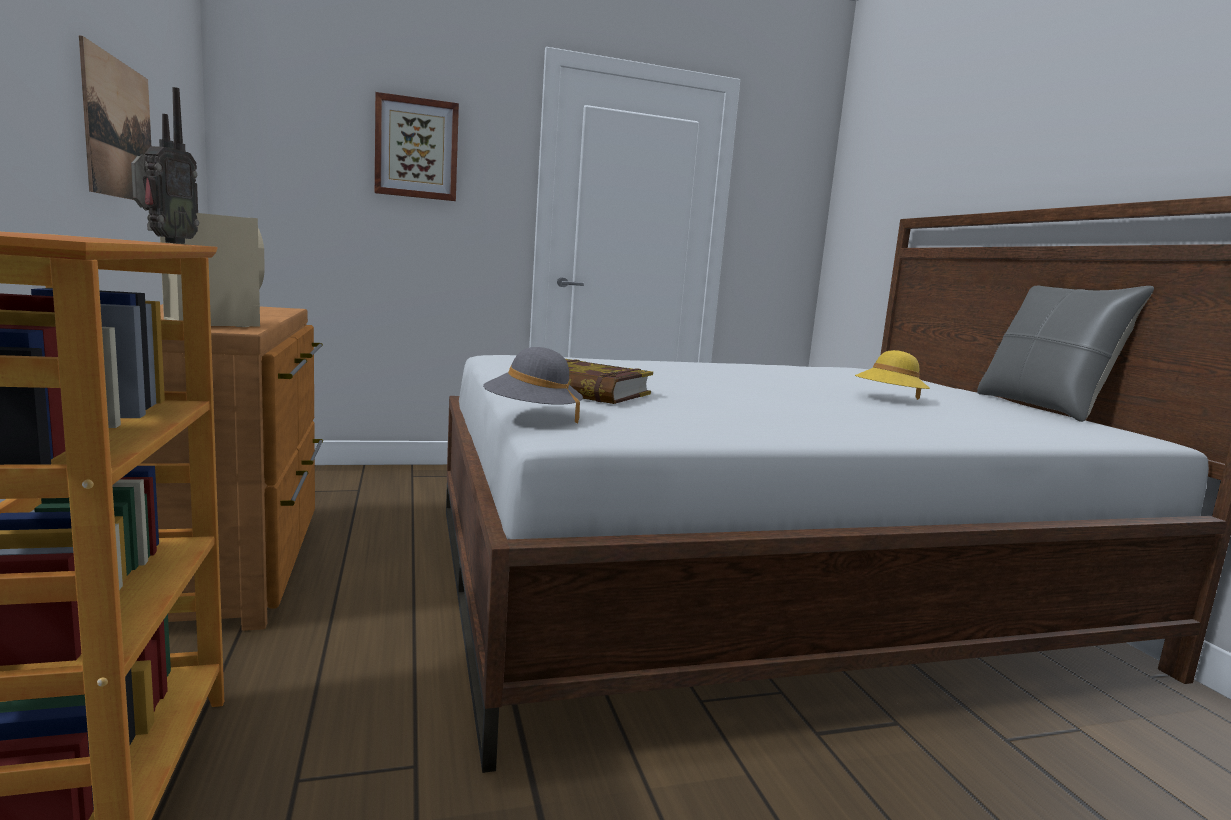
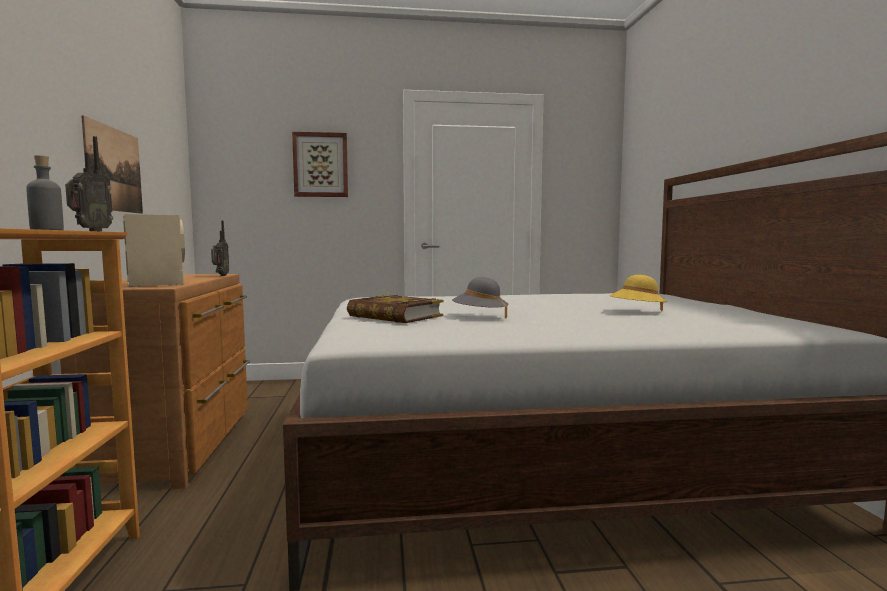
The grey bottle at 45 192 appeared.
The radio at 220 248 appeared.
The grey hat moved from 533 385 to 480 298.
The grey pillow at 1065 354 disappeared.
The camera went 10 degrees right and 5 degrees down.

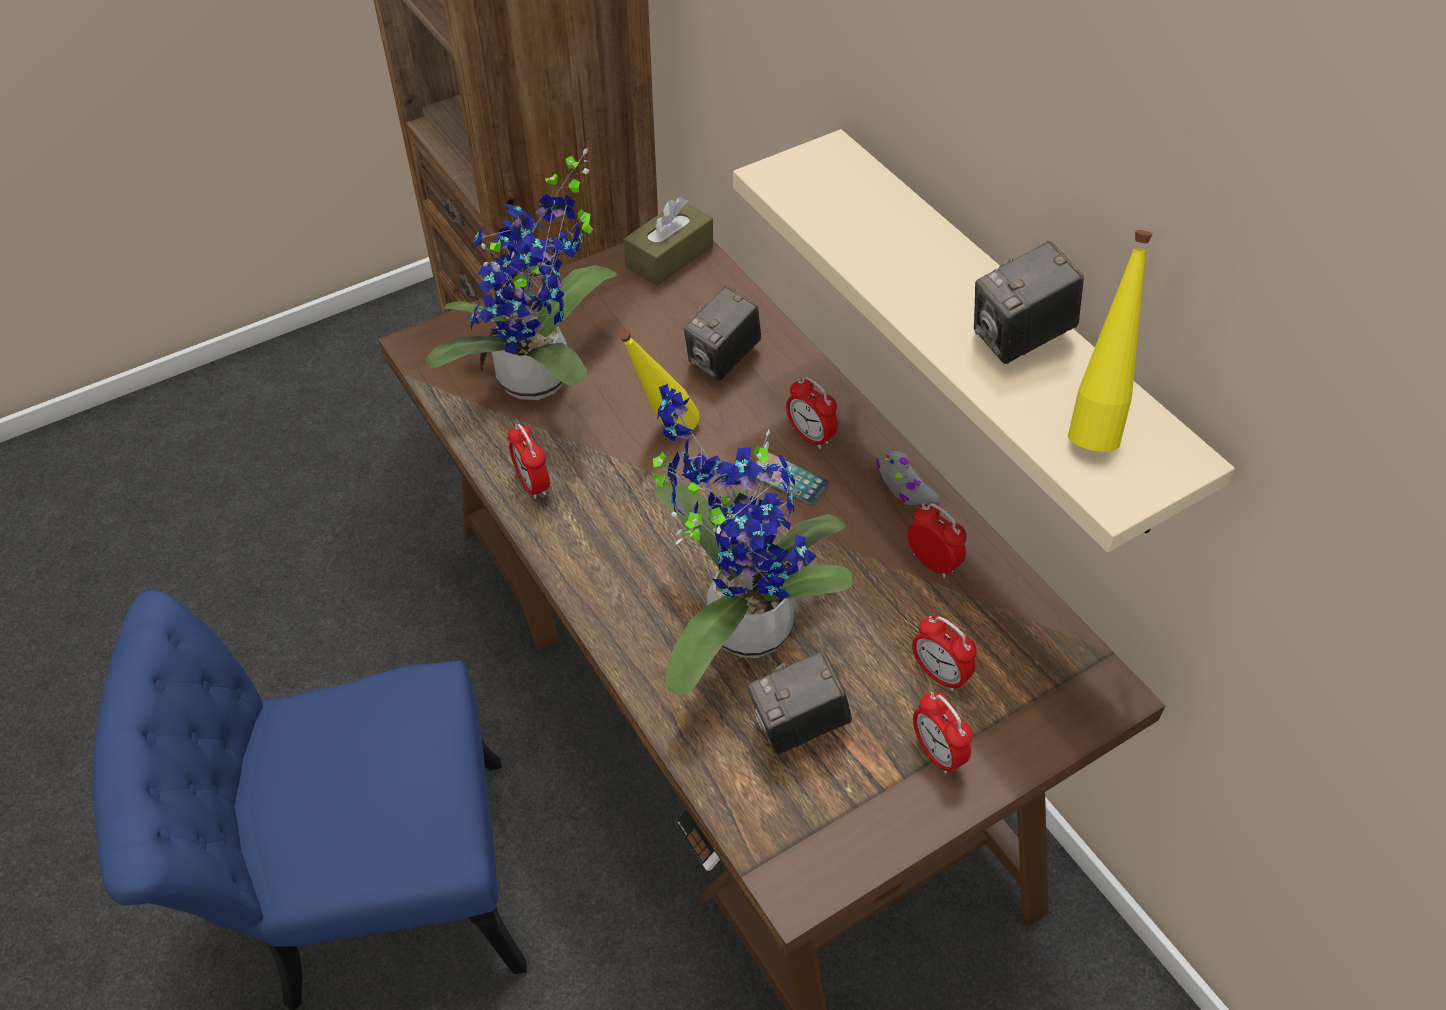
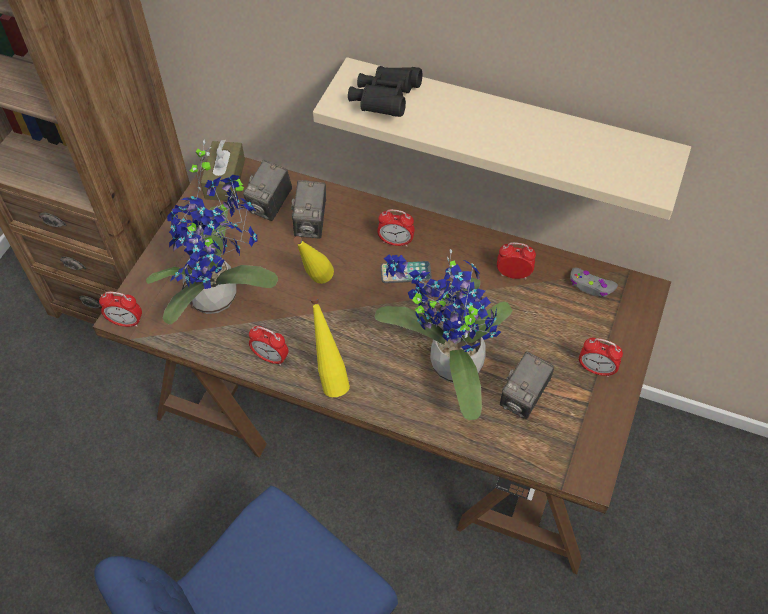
The alarm clock moved from 944 653 to 120 309.
The photo camera moved from 1029 302 to 267 190.
The yellow bottle moved from 1110 341 to 330 346.
The black binoculars at 385 91 appeared.
The grey game controller moved from 908 478 to 594 282.
The camera went 35 degrees left and 5 degrees up.

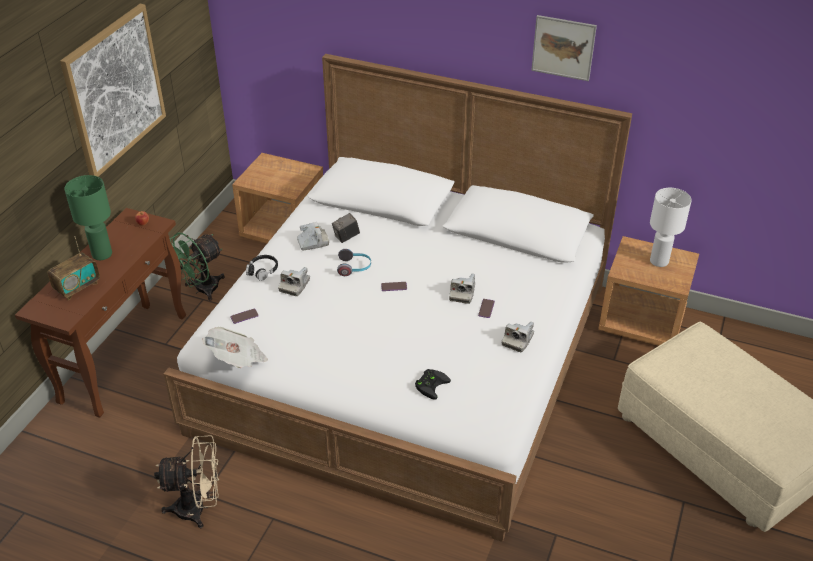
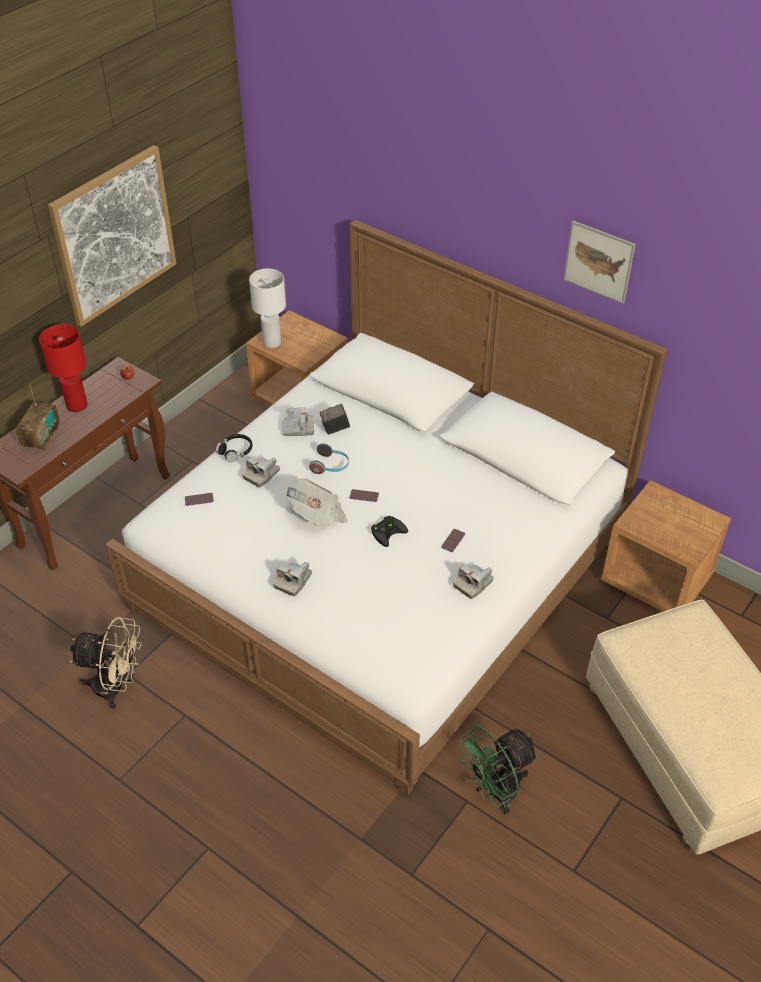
The radio at 74 268 turned 45 degrees counterclockwise.
The green table lamp at 88 217 became the red table lamp at 63 368.
The white table lamp moved from 671 227 to 267 308.
The photo camera moved from 462 288 to 292 579.
The newspaper moved from 235 347 to 316 502.
The black game controller moved from 433 384 to 389 531.
The green fan moved from 197 267 to 497 770.
The camera went 15 degrees right and 5 degrees up.

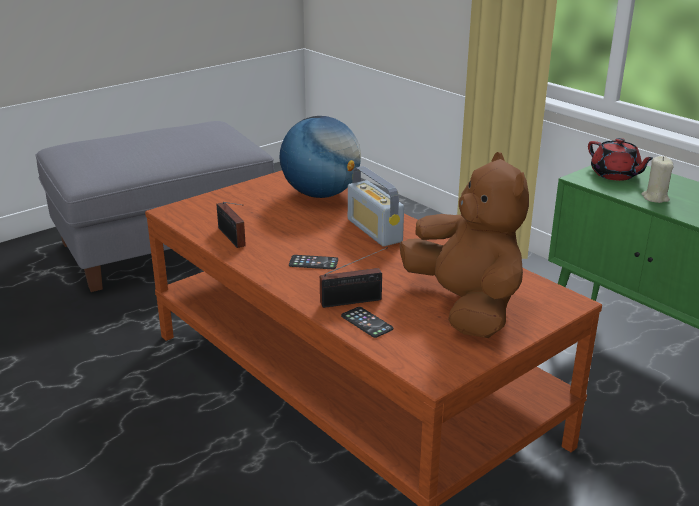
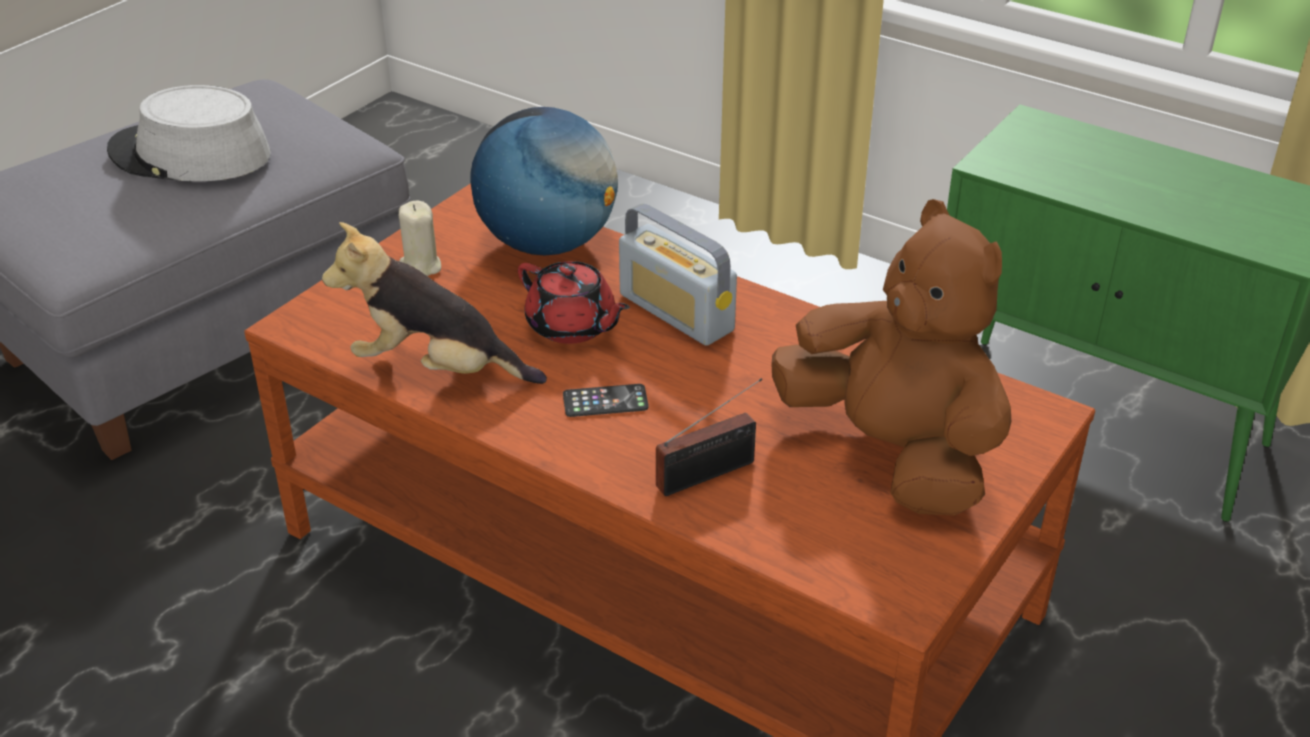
The grey hat at 189 133 appeared.
The radio at 231 225 was replaced by the plush toy at 434 303.
The beige candle moved from 657 179 to 420 238.
The red teapot moved from 620 159 to 574 302.
The phone at 367 322 disappeared.
The camera went 15 degrees left and 10 degrees up.

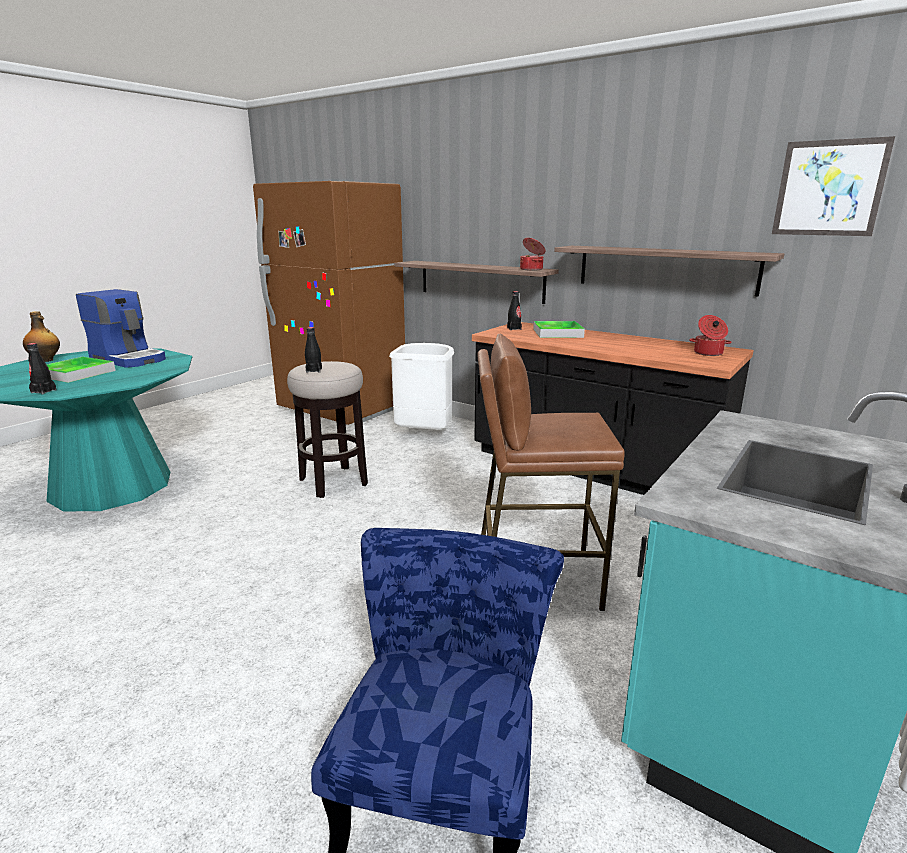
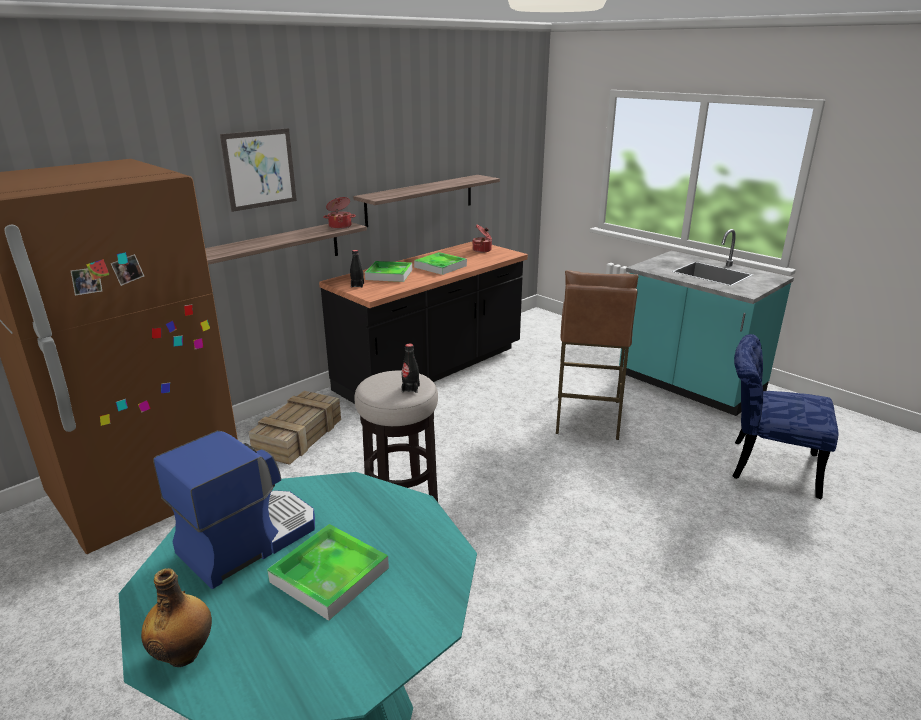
The picture moved from 833 186 to 258 170.
The white trash can at 421 386 was replaced by the crate at 295 428.
The tray at 440 263 appeared.
The black bottle at 41 368 disappeared.
The camera went 80 degrees left and 5 degrees up.

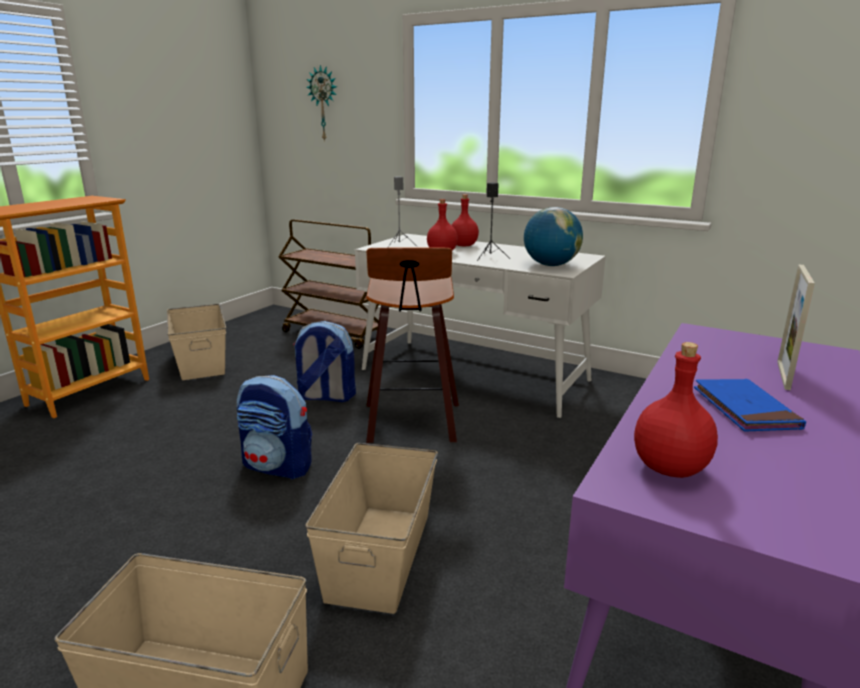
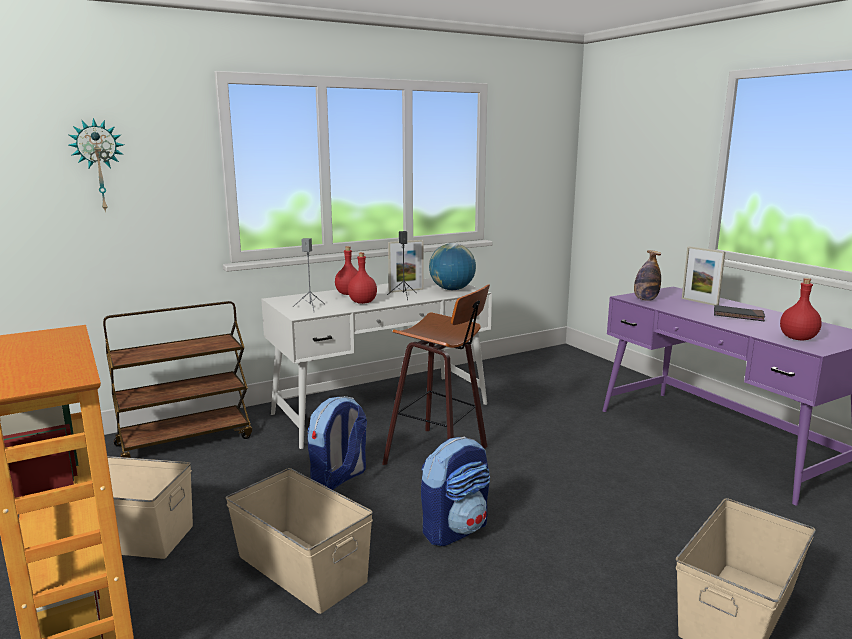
The beige storage box moved from 371 528 to 299 541.
The picture frame at 405 266 appeared.
The bottle at 647 275 appeared.
The blue book at 750 405 became the black book at 739 313.
The camera went 60 degrees left and 5 degrees down.

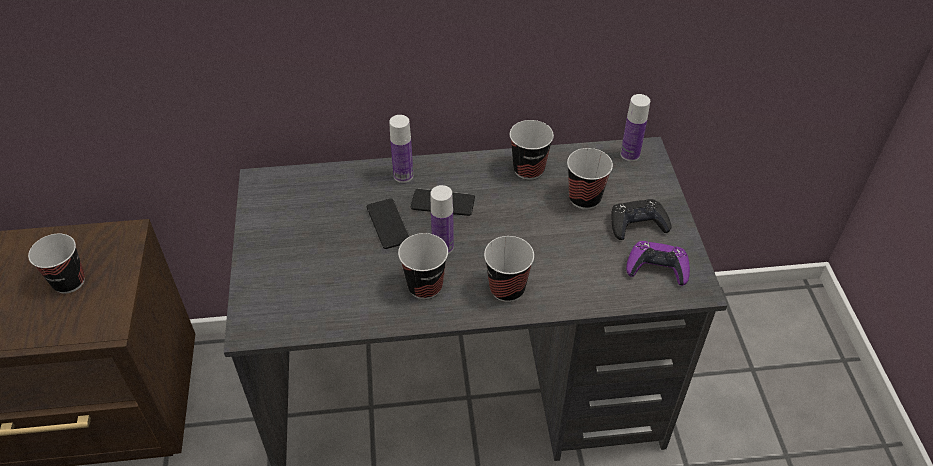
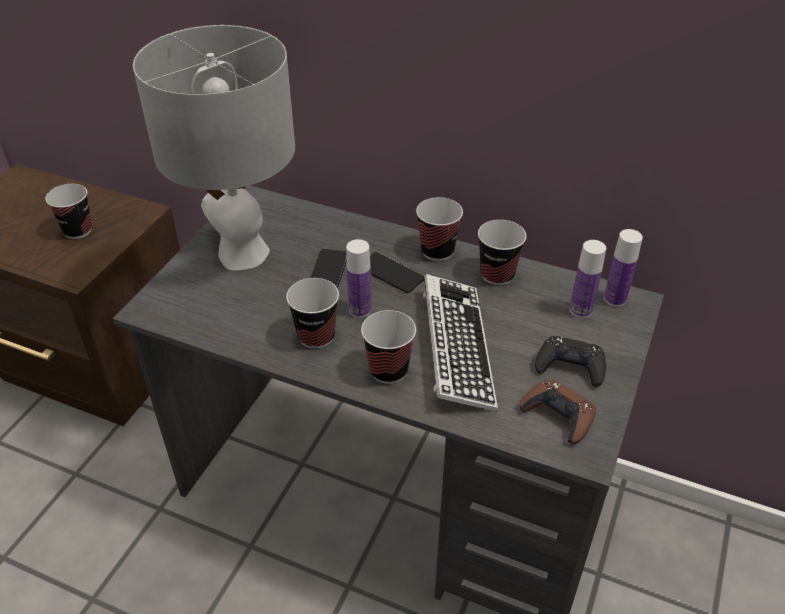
The grey table lamp at 214 148 appeared.
The cup moved from 590 178 to 439 229.
The keyboard at 460 343 appeared.
The purple game controller at 658 263 became the brown game controller at 557 412.
The bottle moved from 401 149 to 588 279.
The camera went 30 degrees right and 5 degrees down.

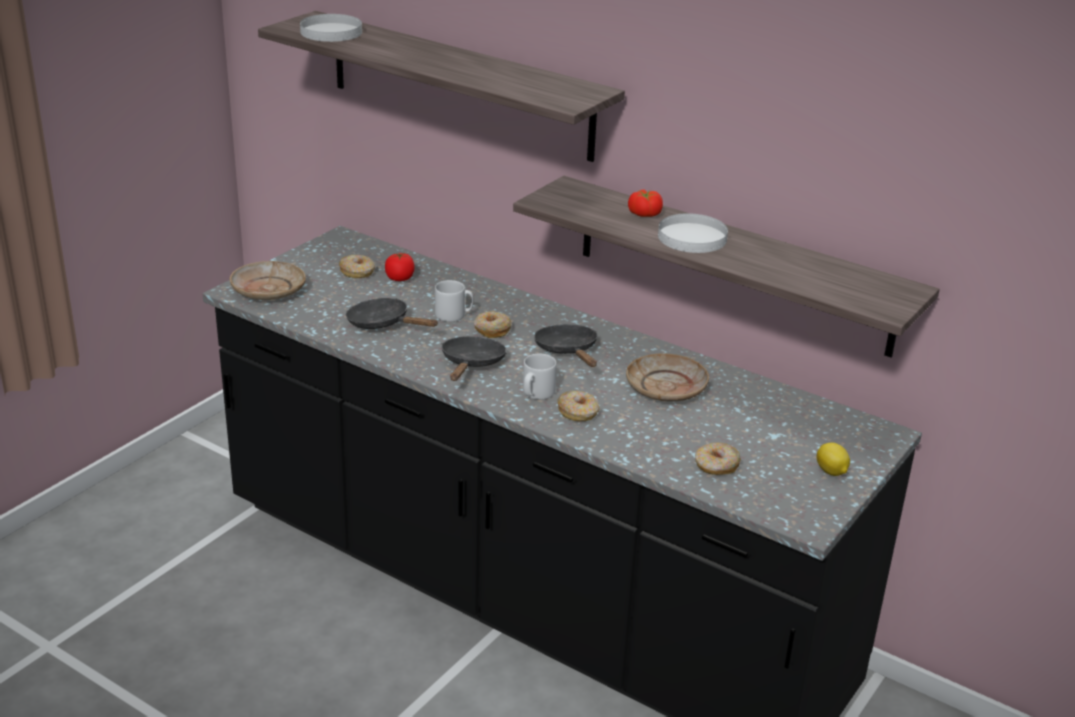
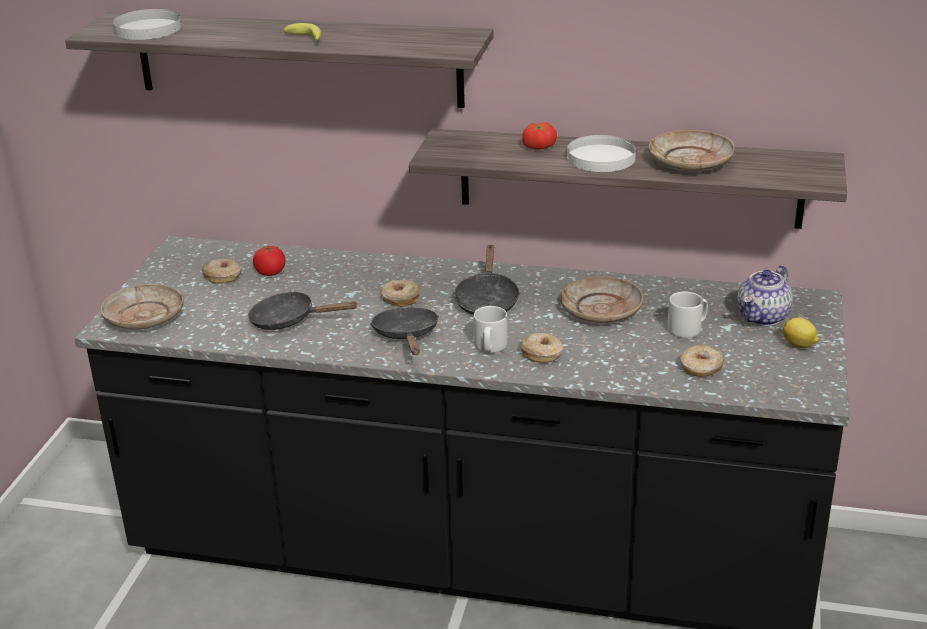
The banana at 302 32 appeared.
The black frying pan at 566 345 turned 135 degrees counterclockwise.
The beige plate at 691 151 appeared.
The grey mug moved from 454 301 to 688 315.
The teapot at 765 295 appeared.
The camera went 20 degrees left and 0 degrees up.

